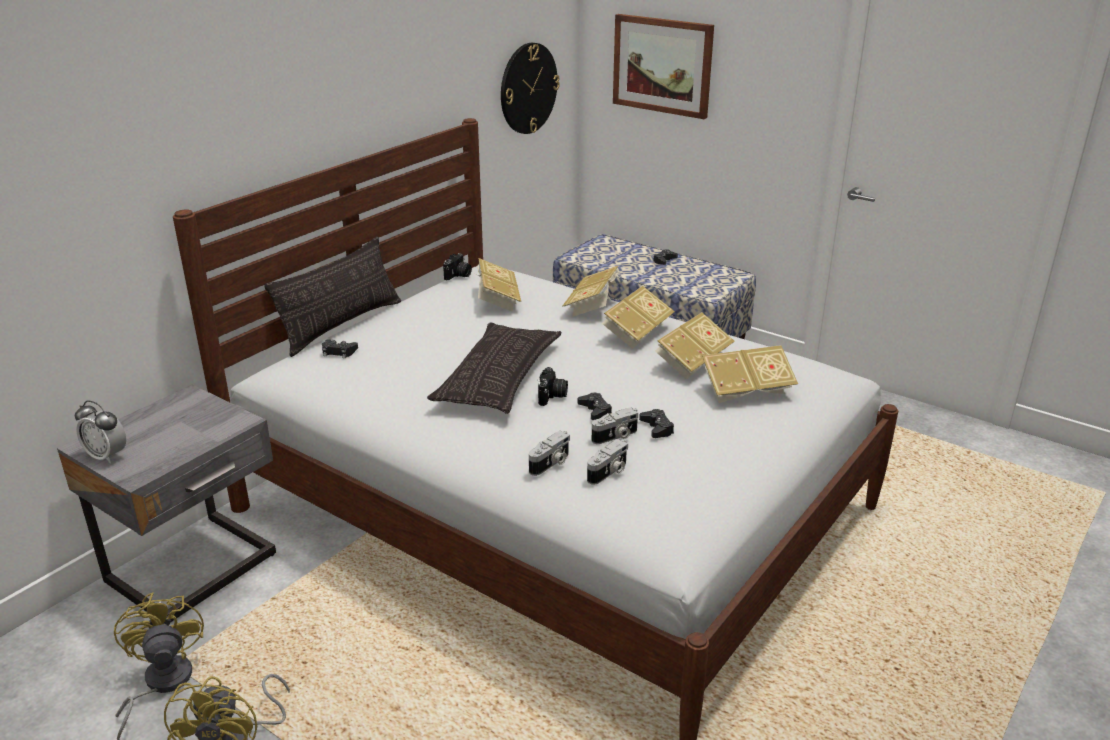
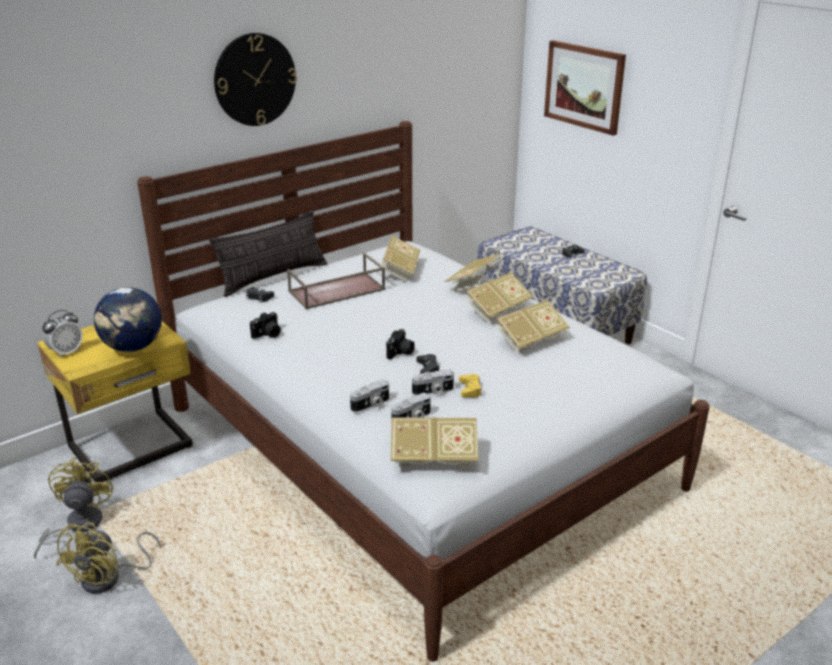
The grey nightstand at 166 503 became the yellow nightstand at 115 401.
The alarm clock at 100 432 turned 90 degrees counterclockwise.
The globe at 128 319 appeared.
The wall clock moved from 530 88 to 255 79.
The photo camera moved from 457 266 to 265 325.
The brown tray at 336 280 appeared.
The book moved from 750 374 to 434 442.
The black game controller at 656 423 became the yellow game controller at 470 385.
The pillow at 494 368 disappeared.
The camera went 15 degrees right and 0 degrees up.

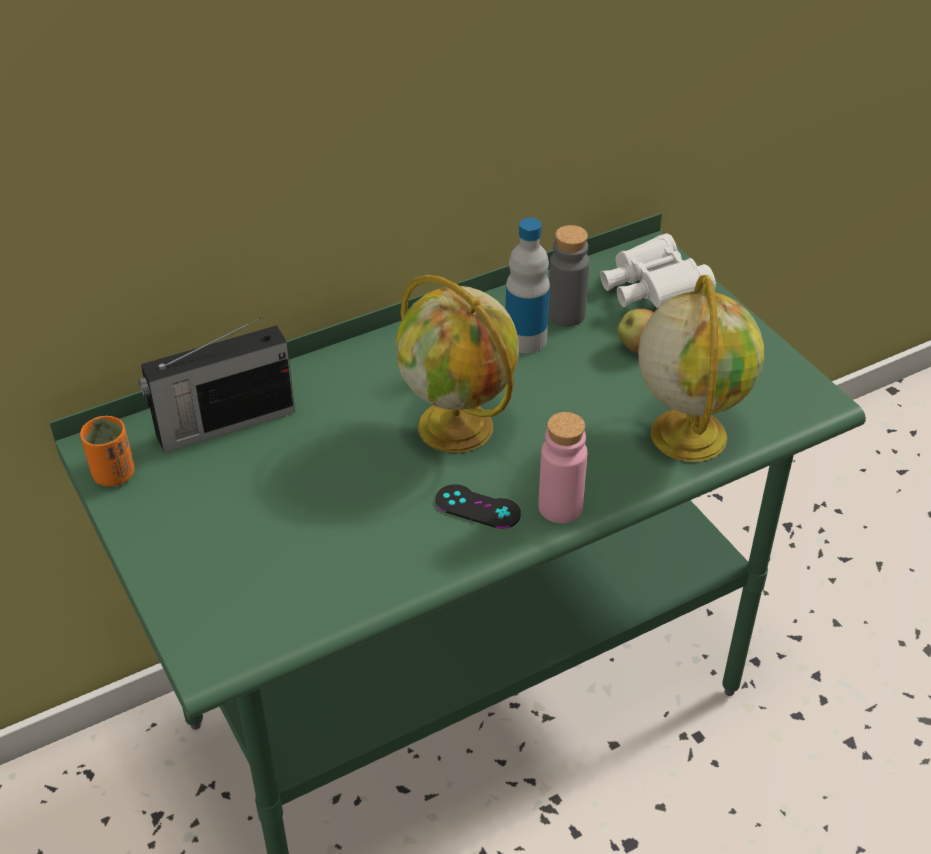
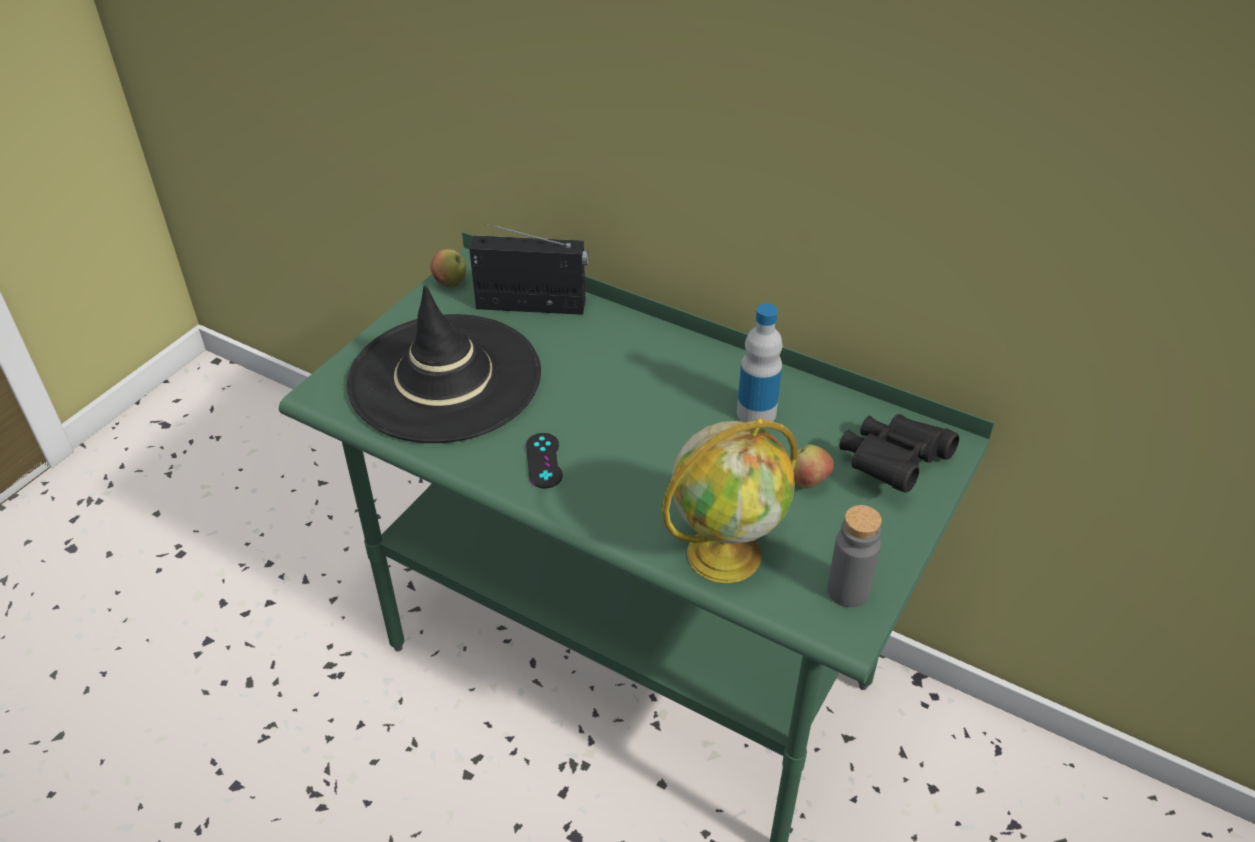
The black hat at 444 364 appeared.
The orange cup at 107 451 was replaced by the apple at 448 268.
The radio at 217 385 turned 150 degrees clockwise.
The grey bottle moved from 569 276 to 854 556.
The white binoculars at 658 271 became the black binoculars at 899 453.
The globe at 457 364 disappeared.
The pink bottle at 563 467 disappeared.
The camera went 60 degrees right and 0 degrees up.

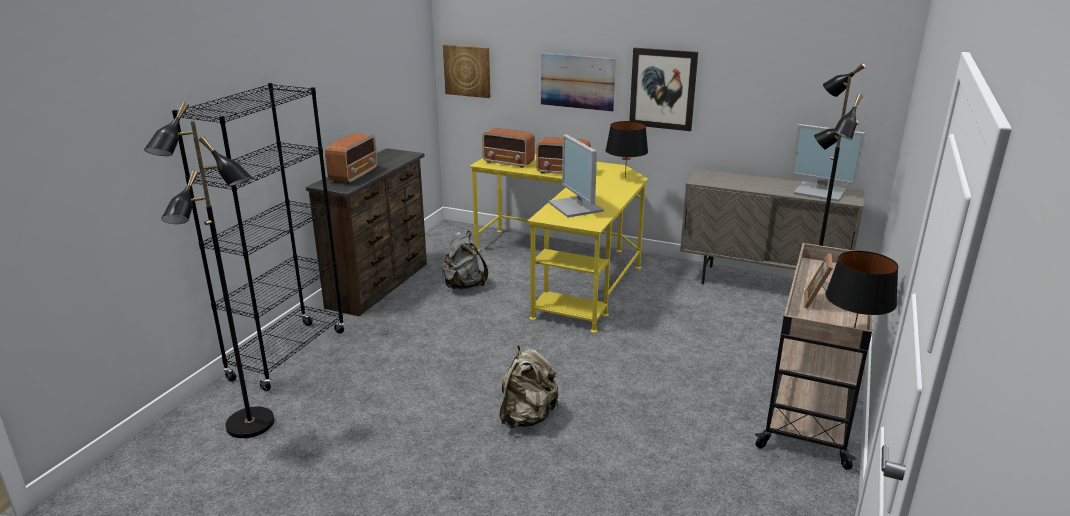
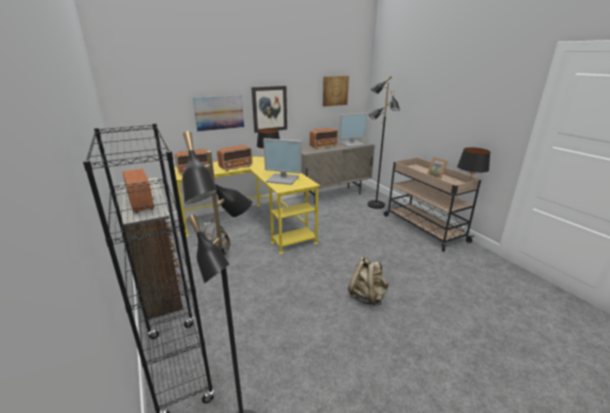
The radio at 324 138 appeared.
The picture moved from 466 71 to 336 91.
The camera went 50 degrees left and 0 degrees up.

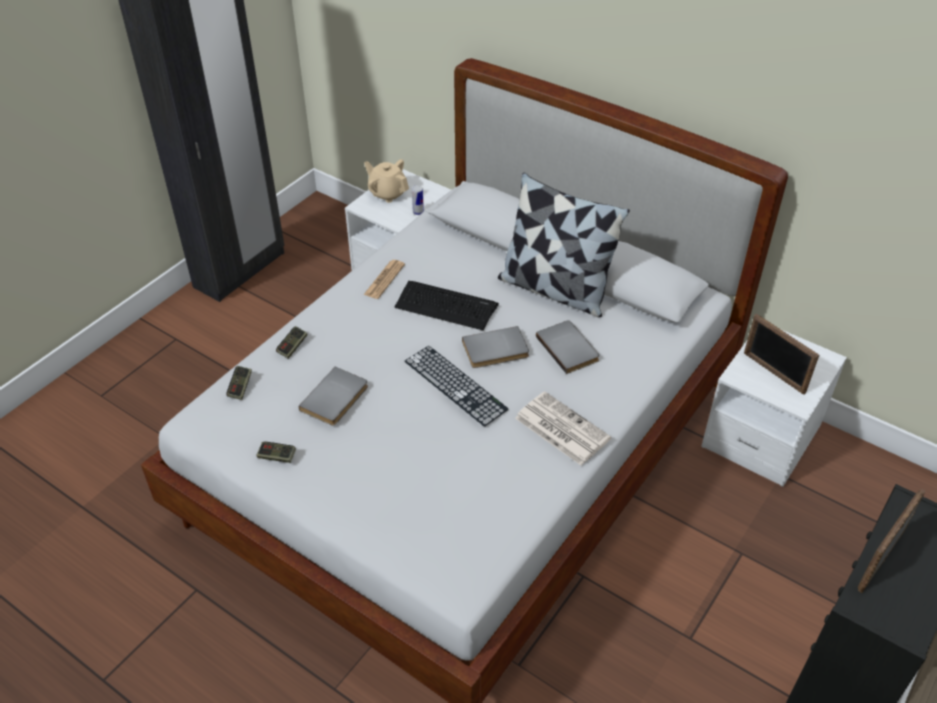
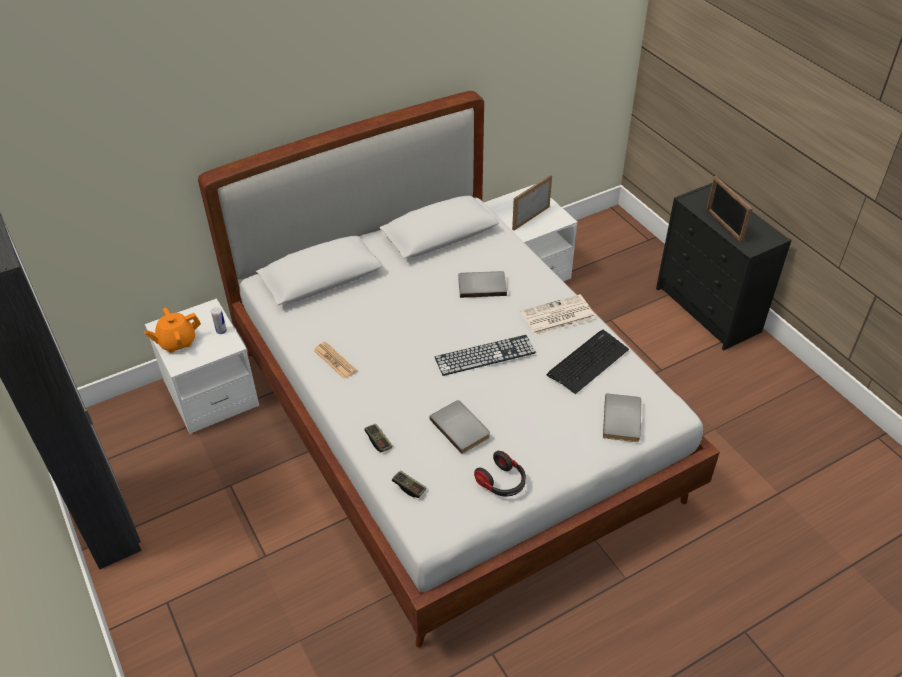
The beige teapot at 386 181 became the orange teapot at 172 330.
The game controller at 276 452 was replaced by the headphones at 500 473.
The picture frame at 781 354 turned 150 degrees clockwise.
The keyboard moved from 447 305 to 587 362.
The grey book moved from 495 347 to 622 417.
The pillow at 564 245 disappeared.
The camera went 65 degrees left and 0 degrees up.

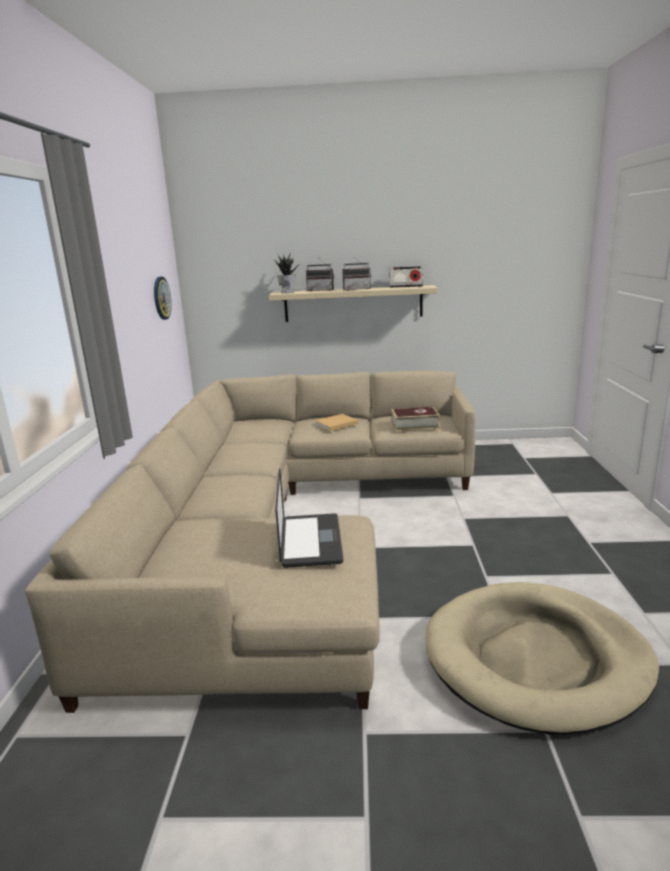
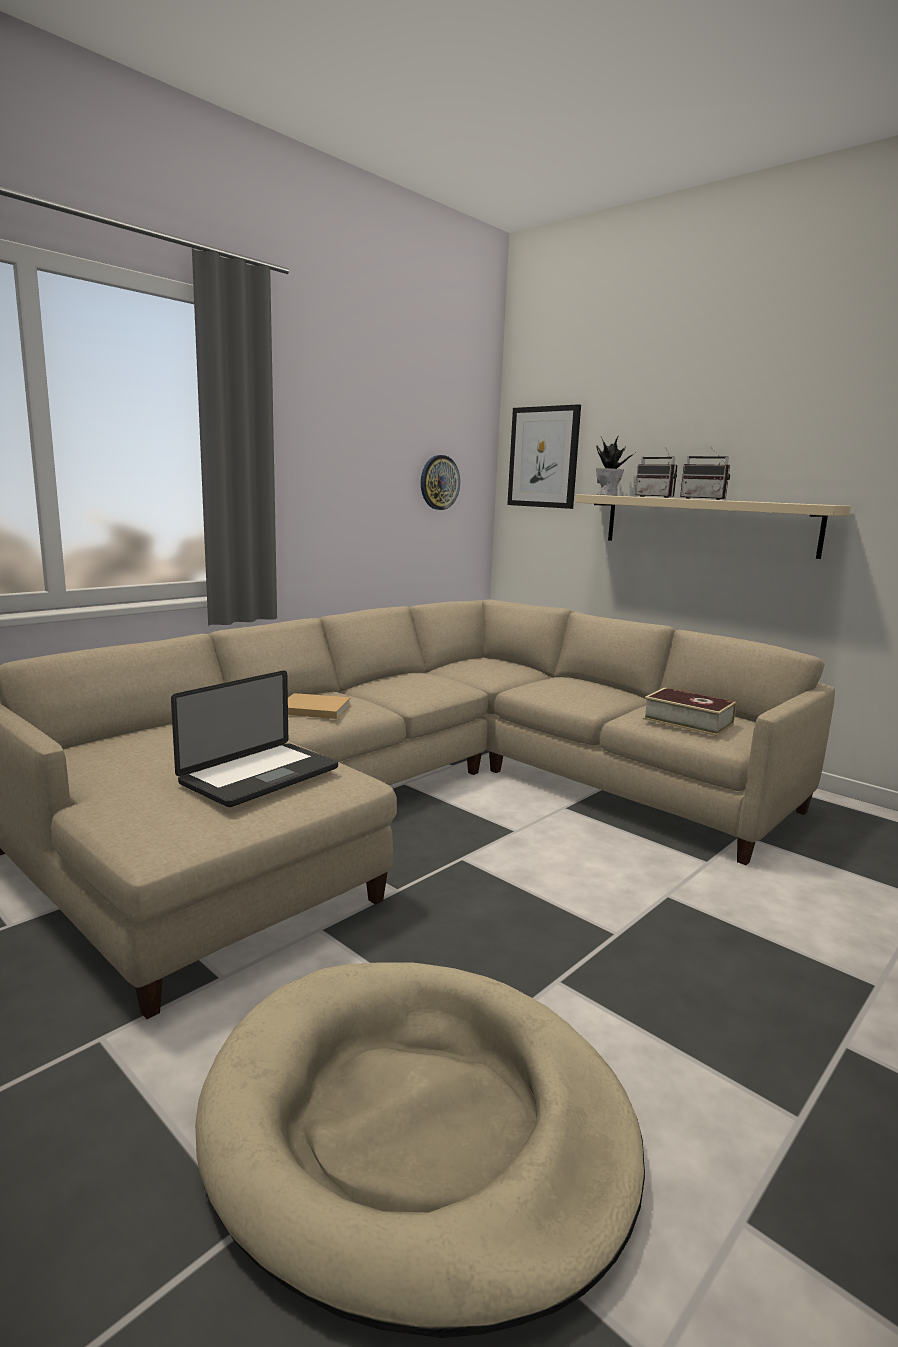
The beige book moved from 337 422 to 319 706.
The picture at 544 456 appeared.
The radio at 406 277 disappeared.
The camera went 40 degrees right and 5 degrees down.

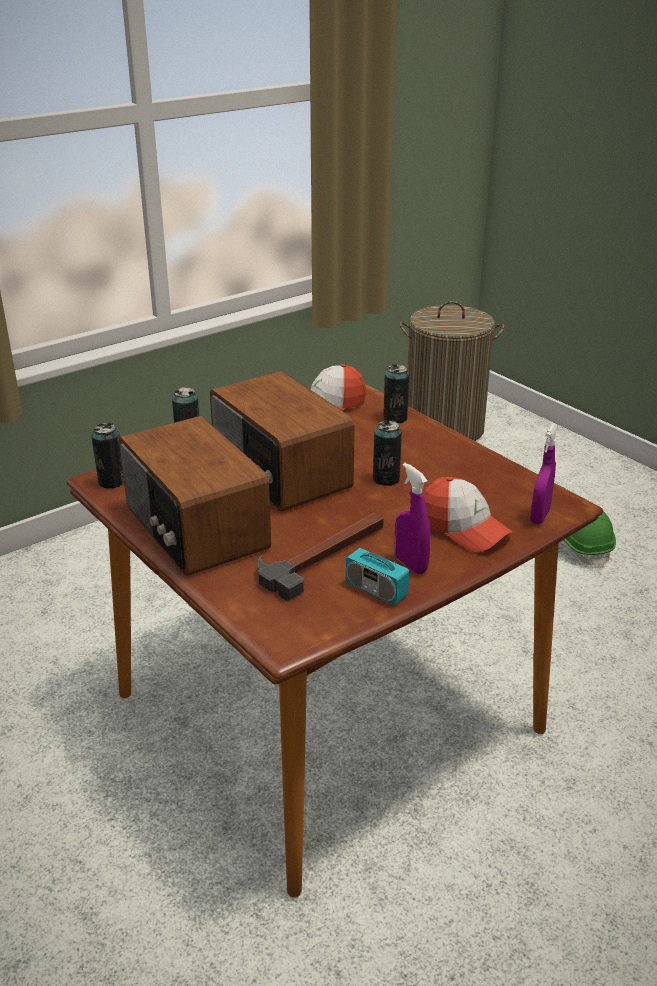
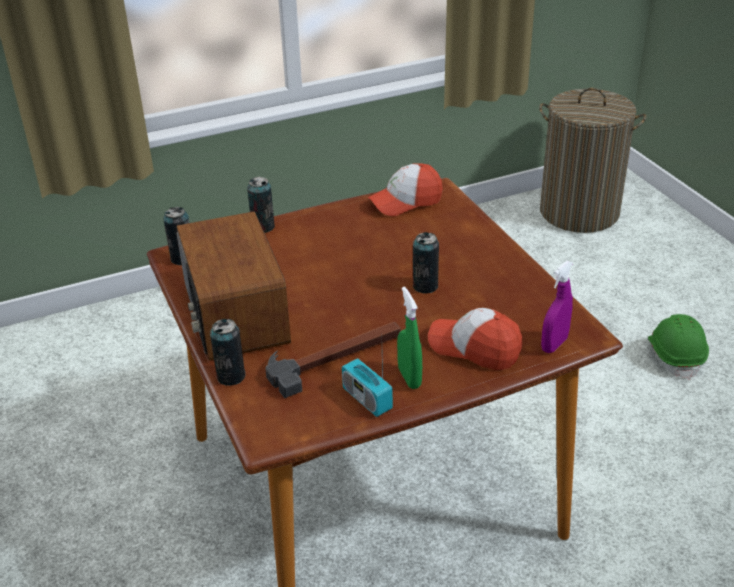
The can moved from 396 393 to 227 352.
The purple spray bottle at 413 518 became the green spray bottle at 409 338.
The cap at 468 514 turned 150 degrees clockwise.
The radio at 282 441 disappeared.
The camera went 15 degrees right and 5 degrees up.

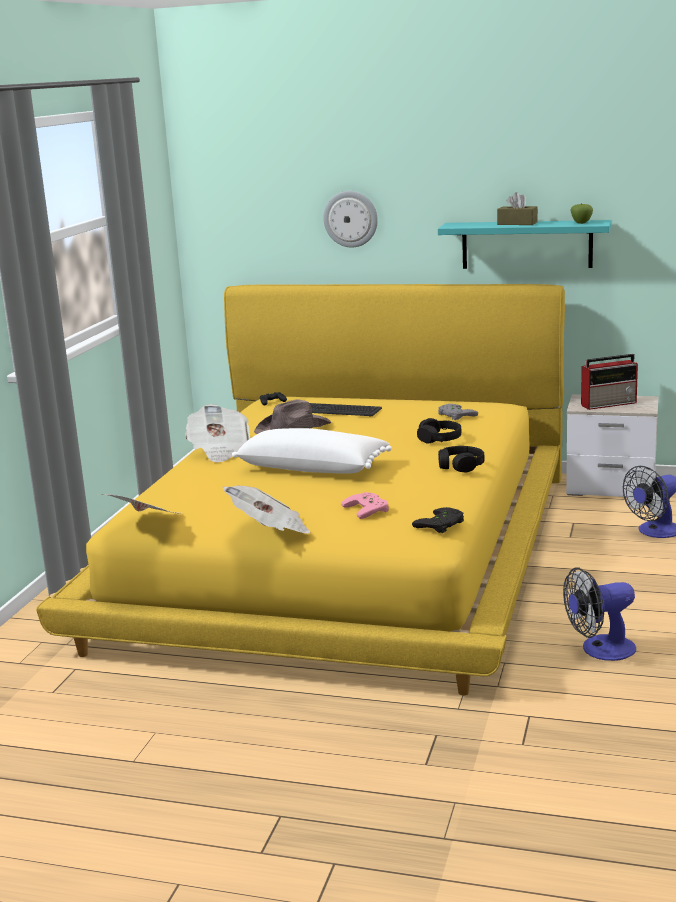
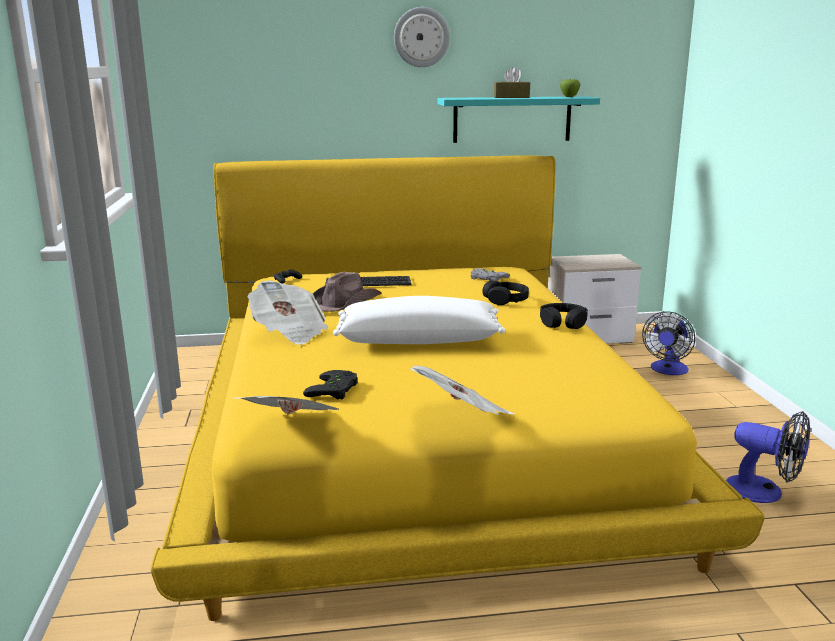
The black game controller moved from 438 520 to 330 385.
The wall clock moved from 350 219 to 422 37.
The fan at 599 614 turned 105 degrees counterclockwise.
The pink game controller at 365 505 disappeared.
The radio at 609 382 disappeared.
The camera went 25 degrees left and 0 degrees up.

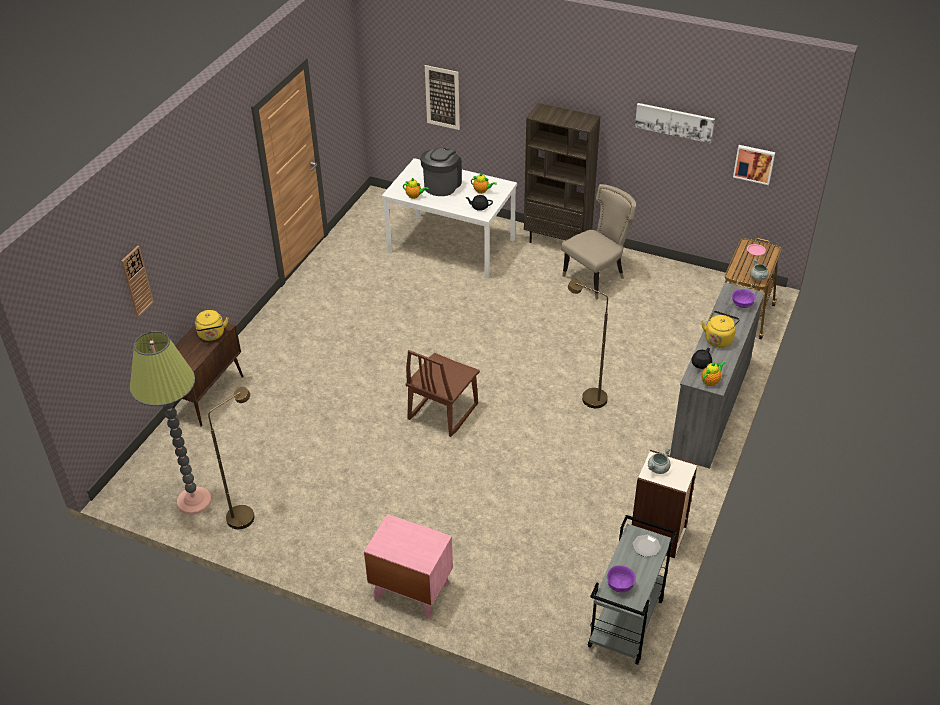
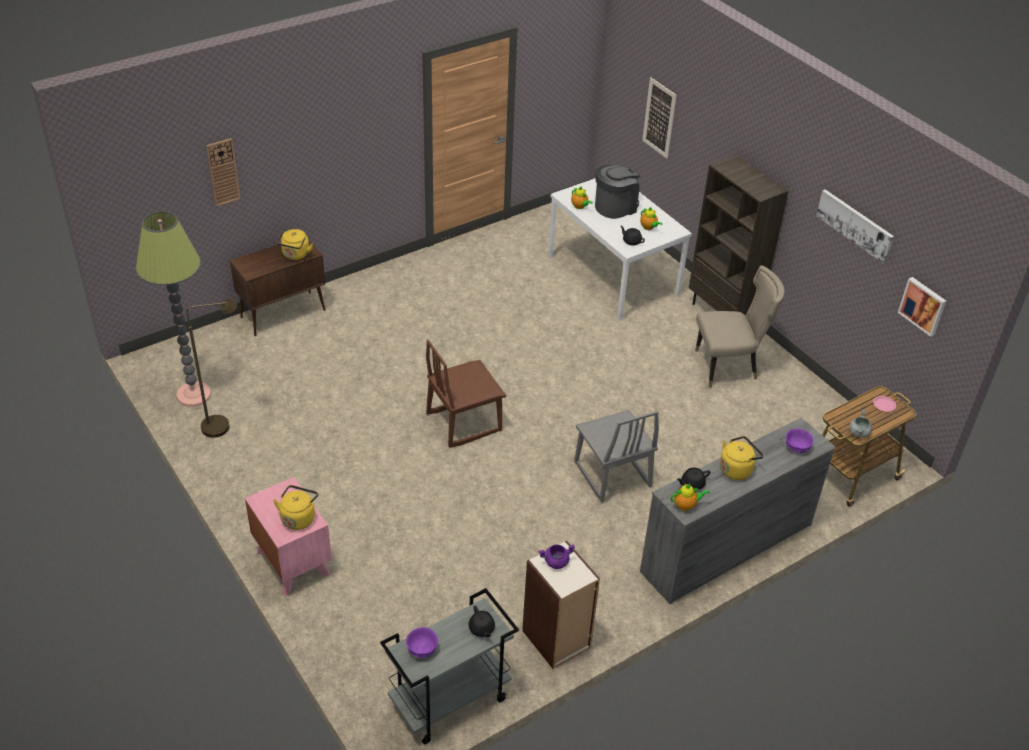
The yellow kettle at 295 507 appeared.
The plate at 647 546 was replaced by the black teapot at 481 621.
The grey cooking pot at 659 460 became the purple cooking pot at 556 556.
The brown floor lamp at 588 343 was replaced by the grey chair at 616 456.
The camera went 30 degrees right and 0 degrees up.

